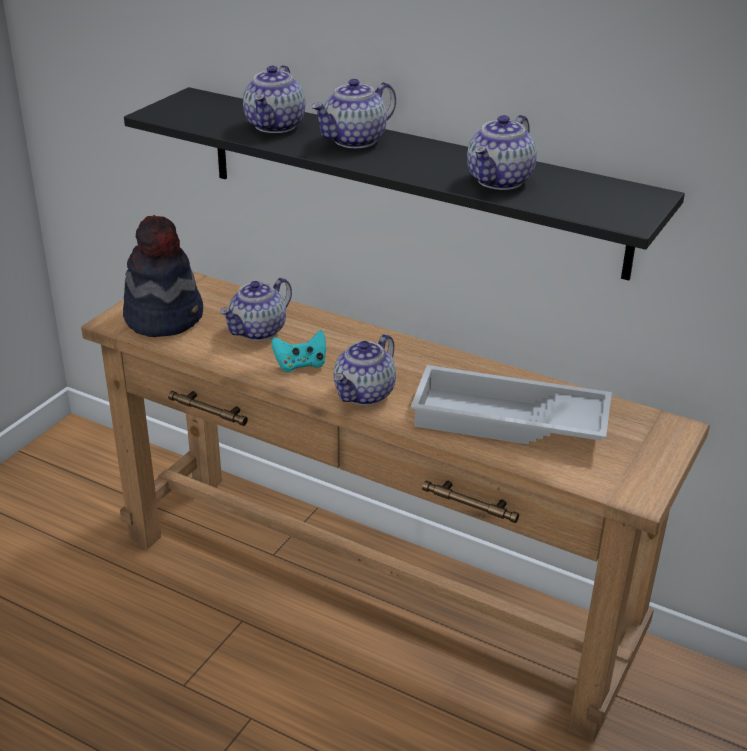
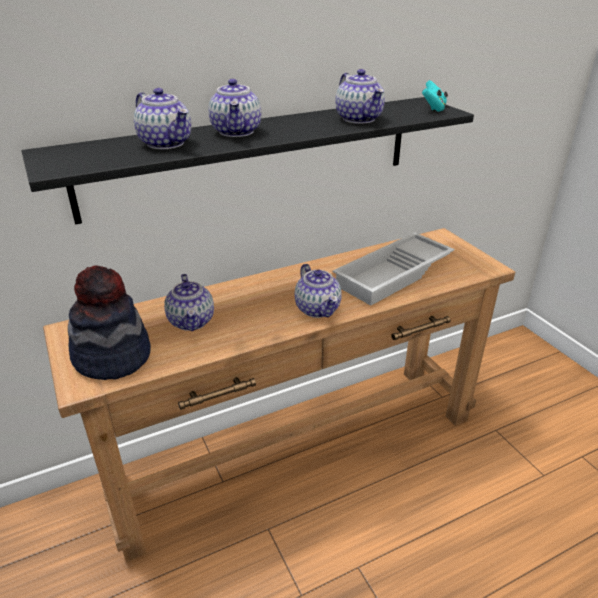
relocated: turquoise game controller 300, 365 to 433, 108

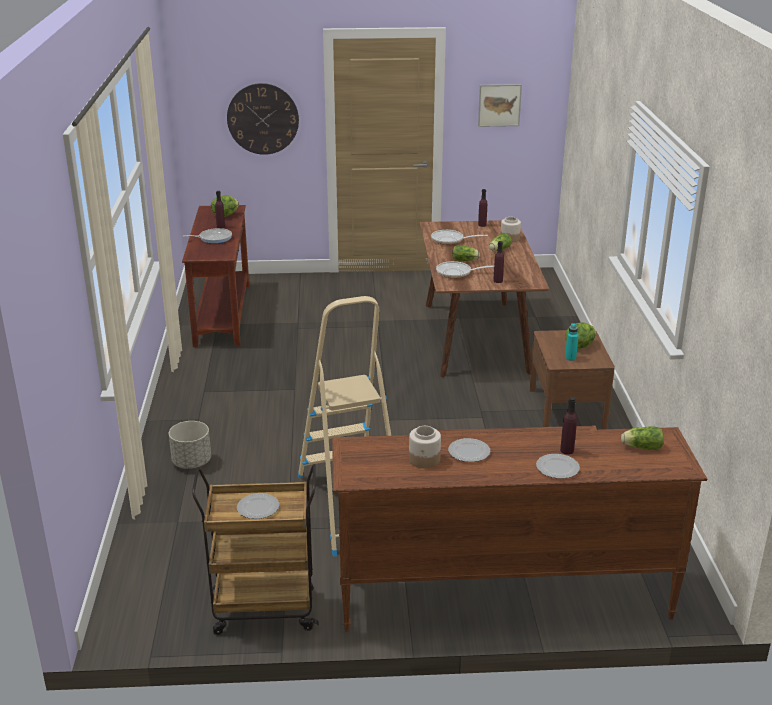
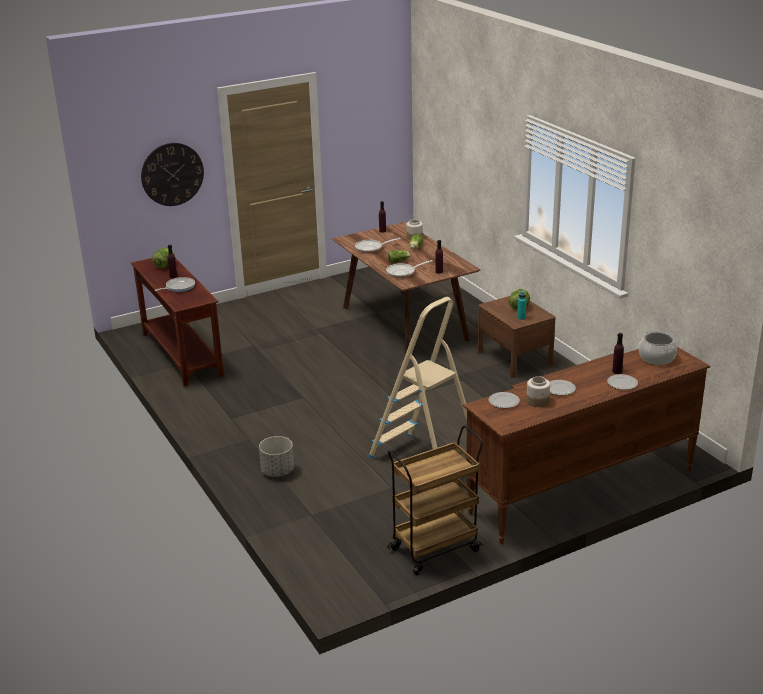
missing: wall picture 499, 105
relocated: plate 257, 508 to 503, 402
exchanged: lettuce head 640, 447 to saucepot 657, 357

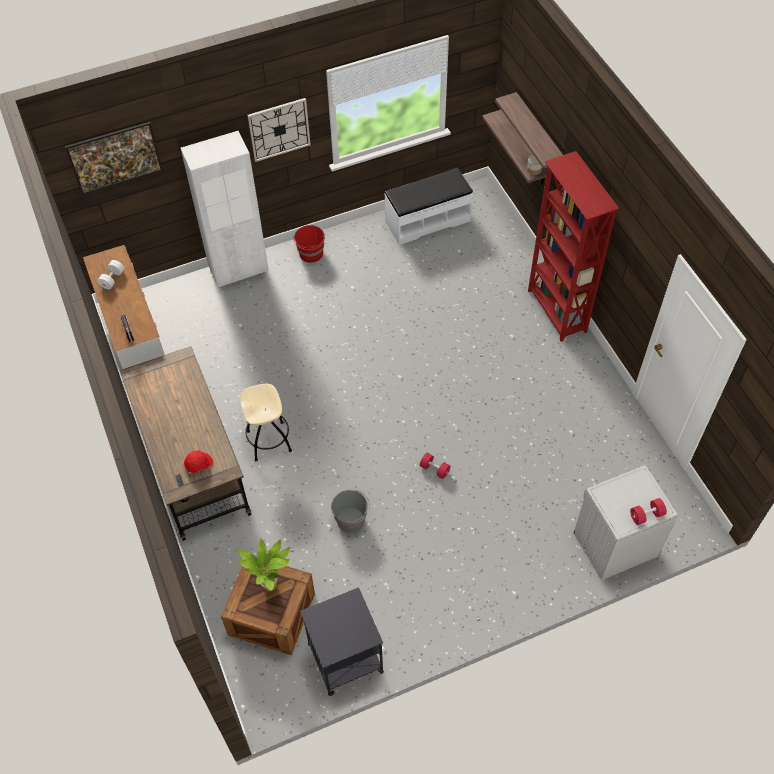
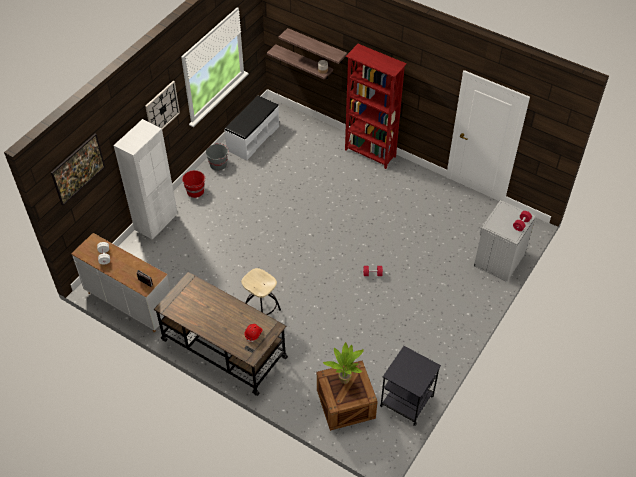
relocated: greyish pail 351, 520 to 218, 164

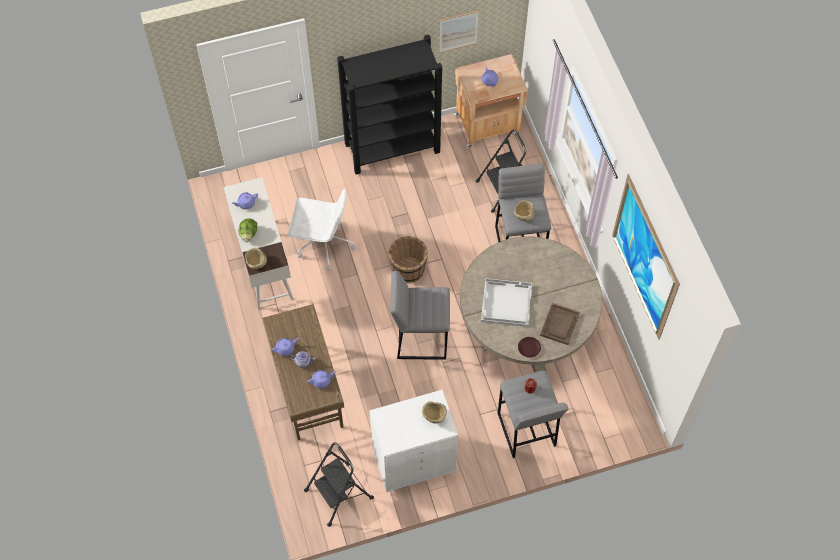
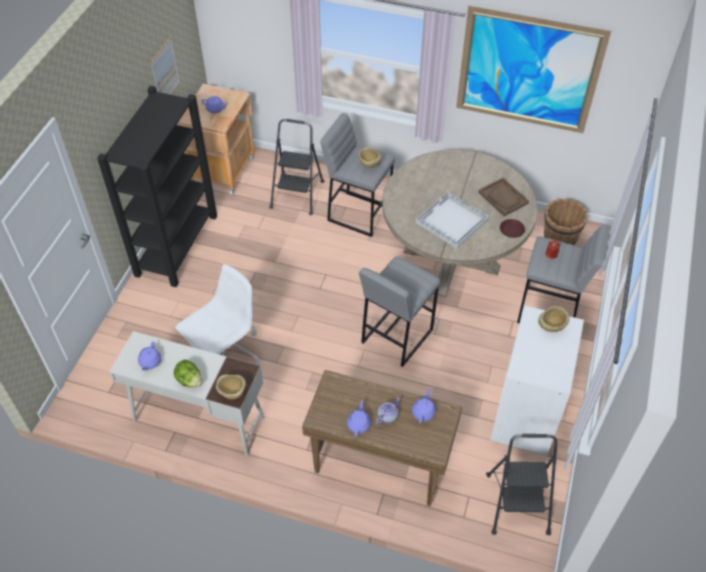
relocated: brown-coloured pail 408, 269 to 559, 238

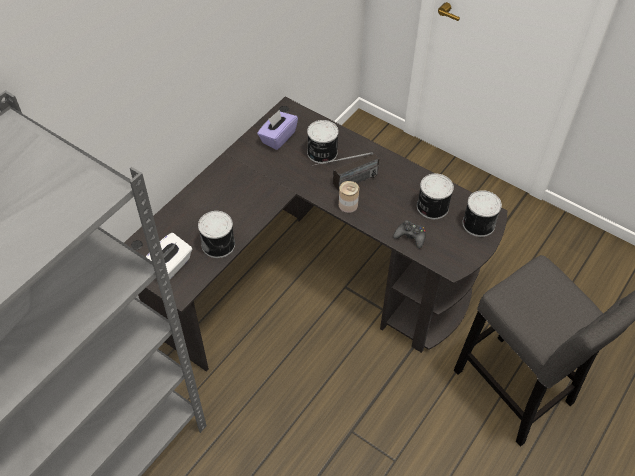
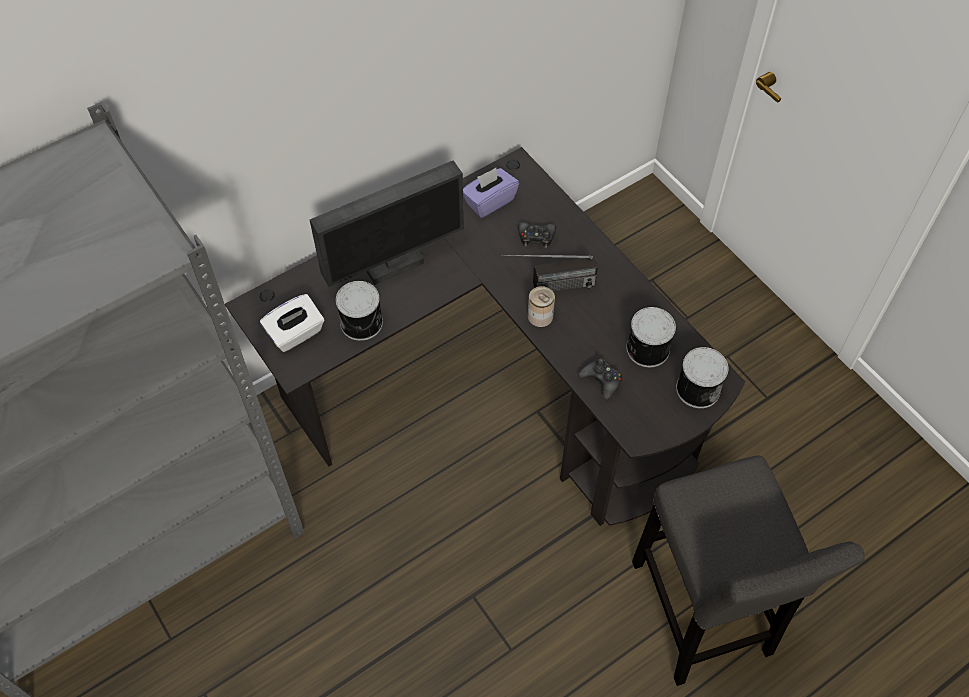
appeared: monitor 394, 266
exchanged: can 321, 153 to black game controller 536, 237

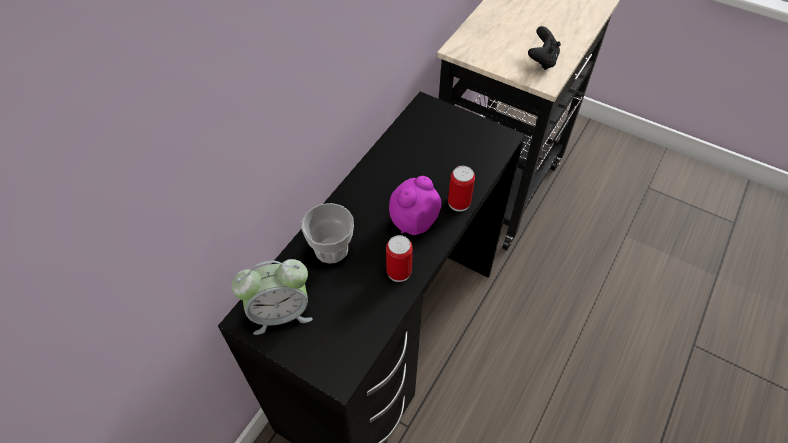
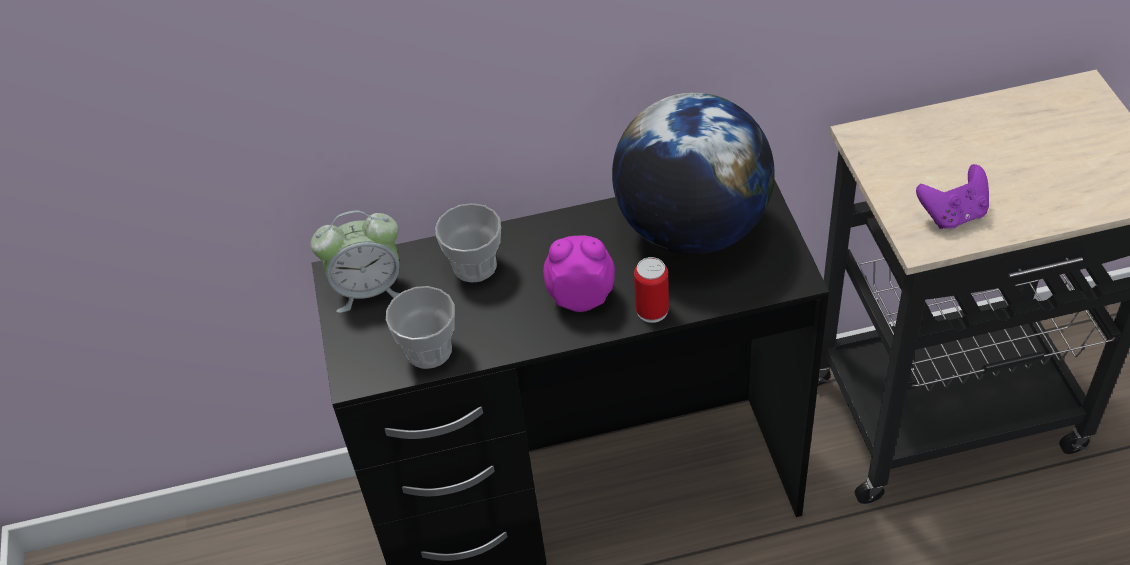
missing: can 399, 271
appeared: small cup 429, 350; desk globe 692, 229
colour: black game controller 542, 60 to purple game controller 953, 215
spun: alarm clock 280, 313 = 369, 289 45 degrees counterclockwise

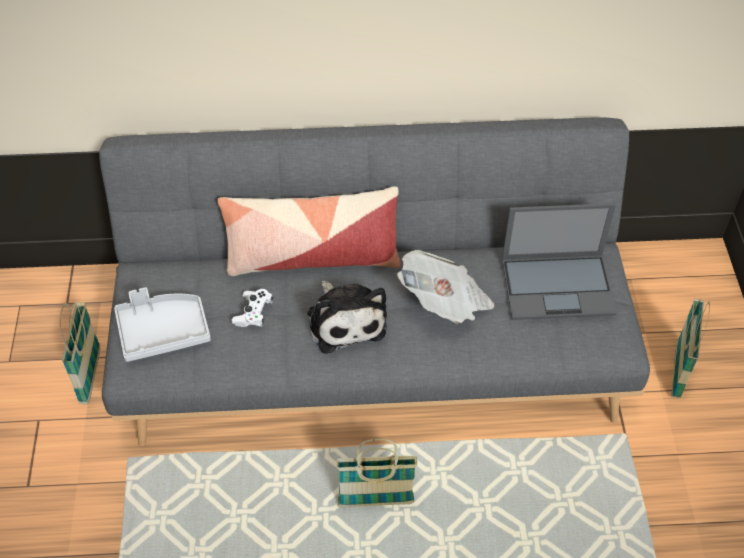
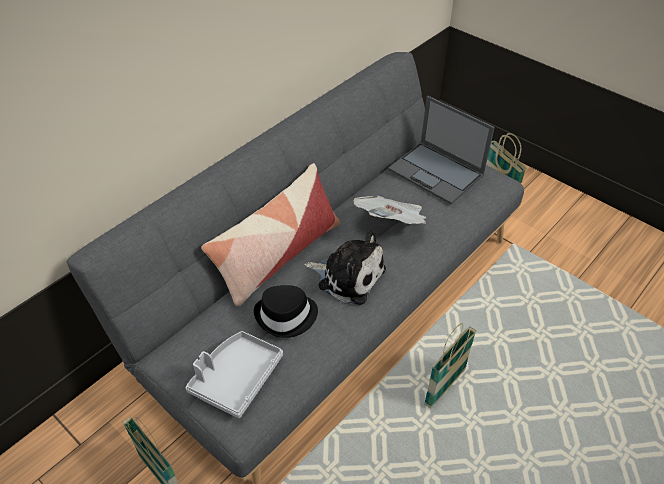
exchanged: white-coloured game controller 253, 313 to black wearable hat 286, 316
spun: laptop 558, 286 = 437, 172 90 degrees clockwise

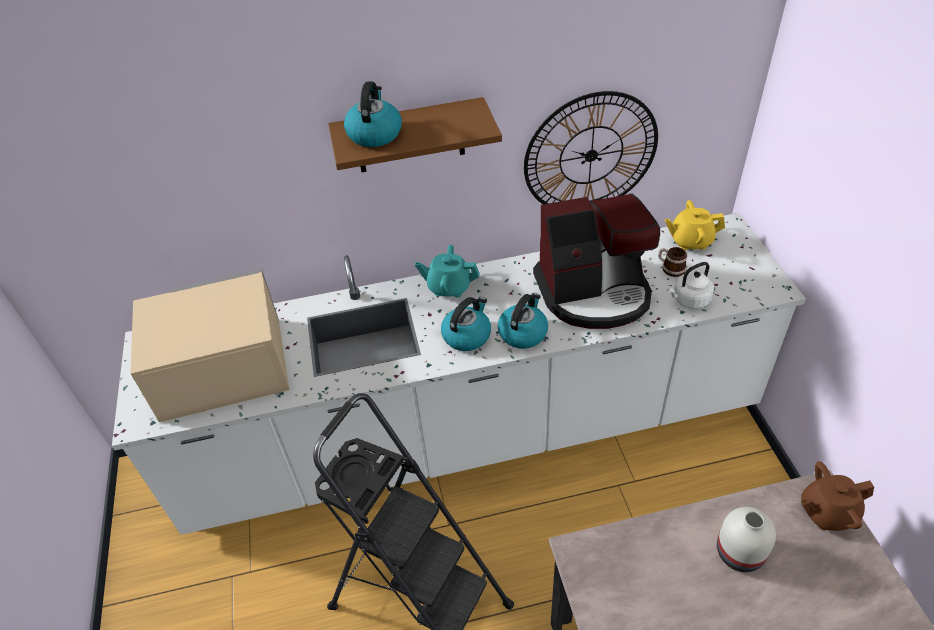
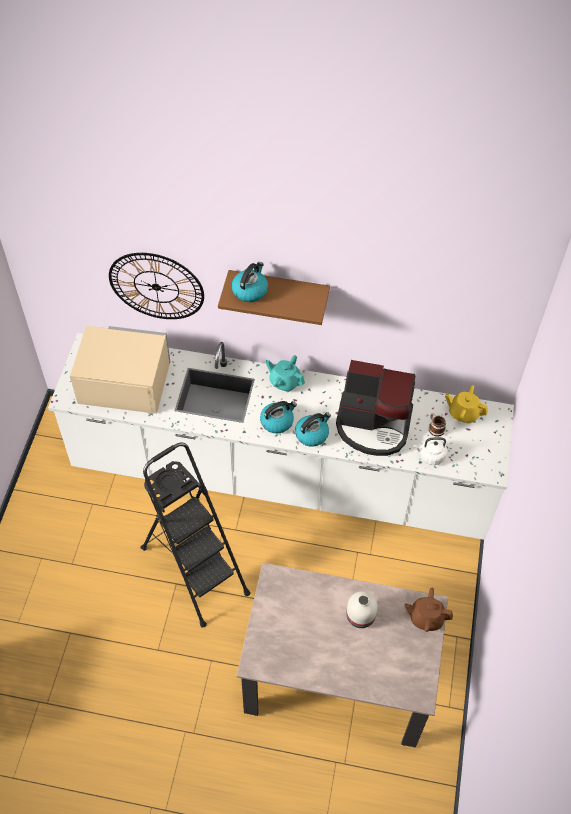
relocated: hanging clock 591, 155 to 156, 286

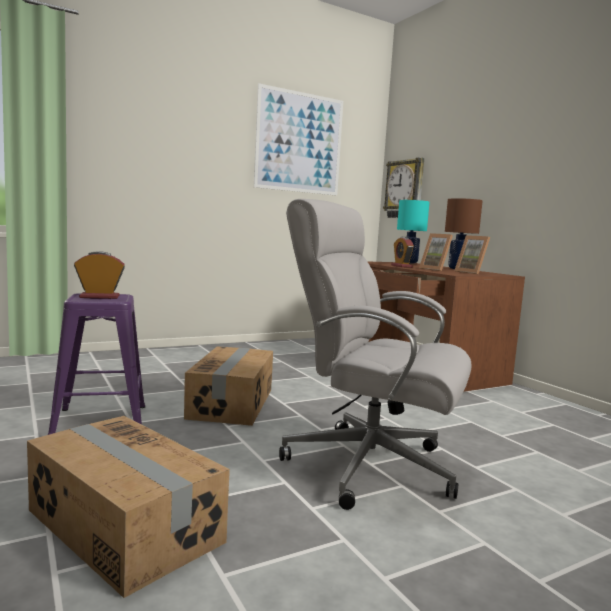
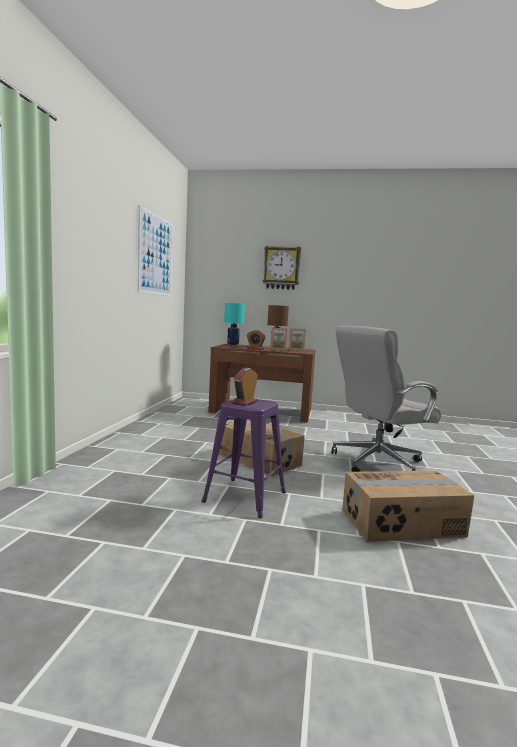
relocated: hanging clock 405, 189 to 281, 268

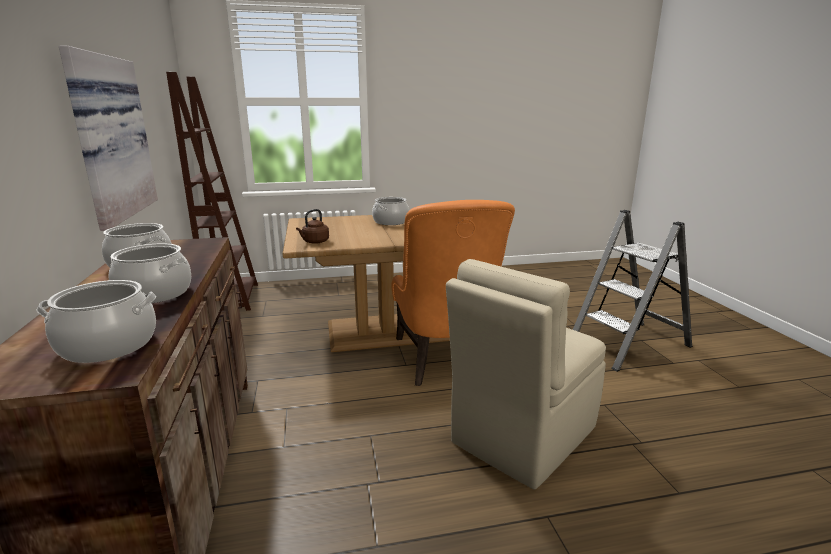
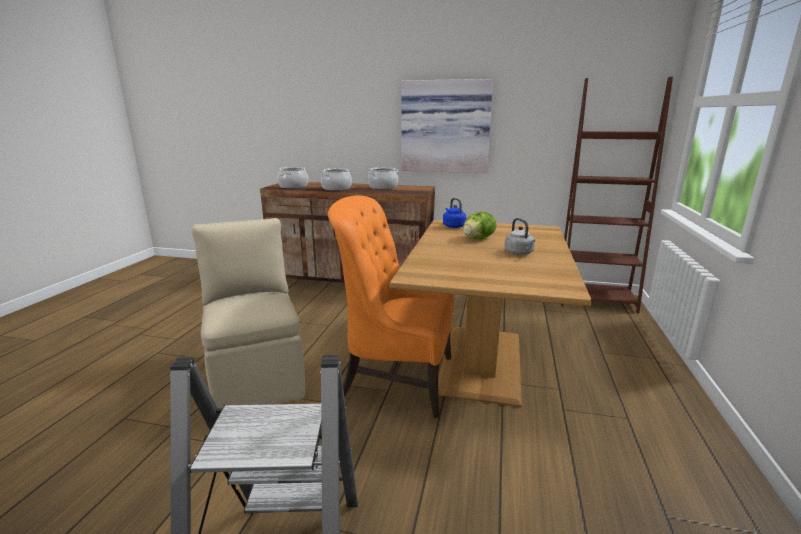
appeared: lettuce head 478, 239
exchanged: saucepot 390, 222 to greyish tea kettle 519, 253
colour: brown-coloured tea kettle 314, 242 to blue tea kettle 453, 226

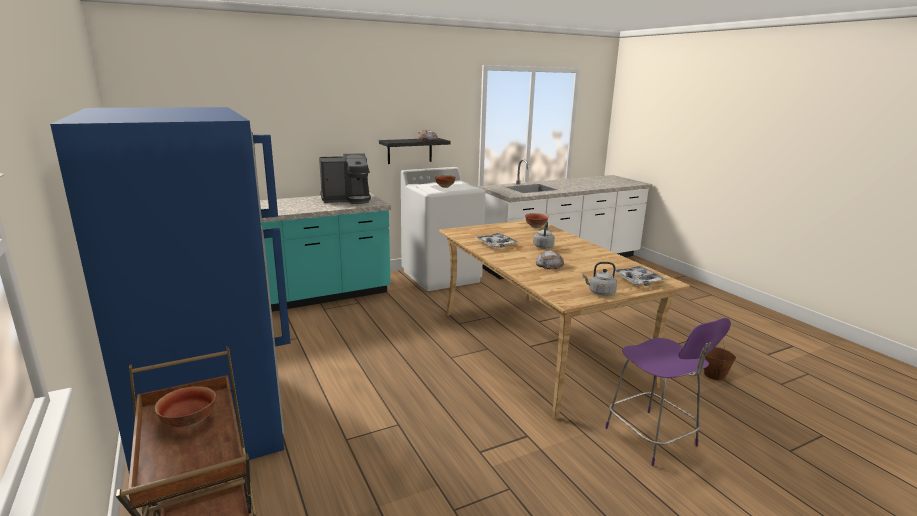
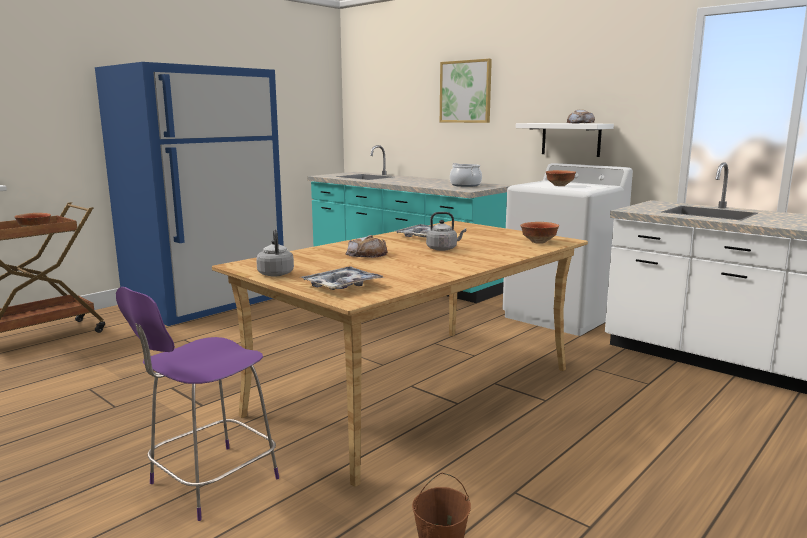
appeared: wall picture 465, 91
exchanged: coffee machine 347, 199 to saucepot 465, 185
colour: black wall shelf 409, 151 to white-coloured wall shelf 571, 139

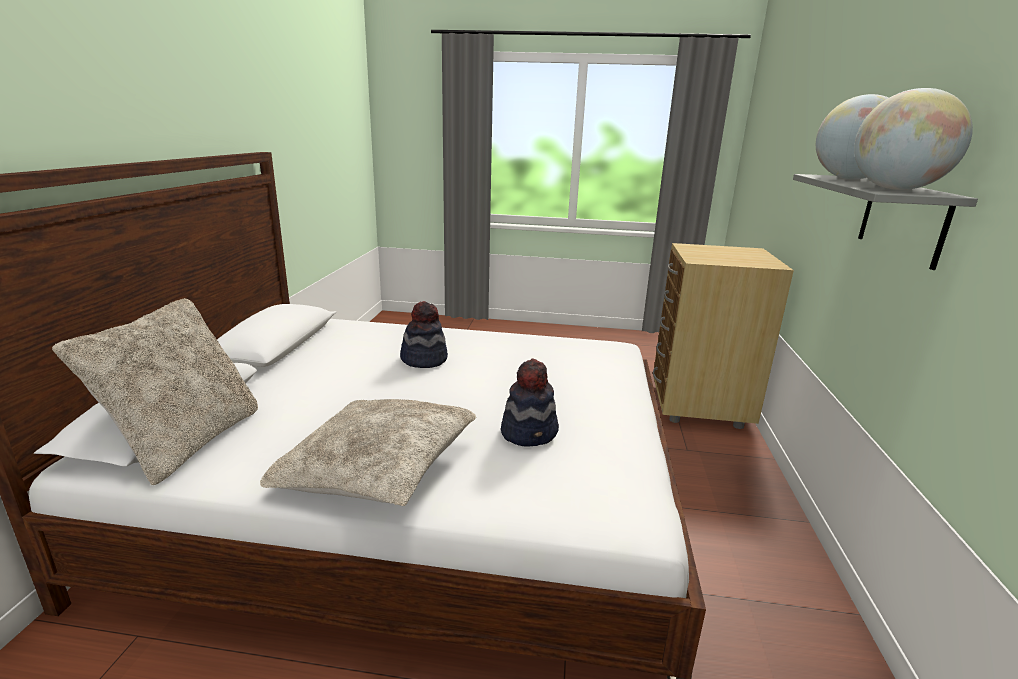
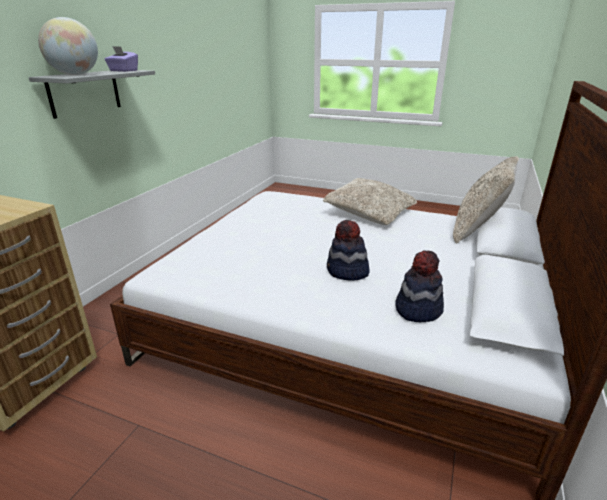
relocated: wearable hat 530, 432 to 418, 309
exchanged: desk globe 896, 189 to purple tissue holder 123, 71

